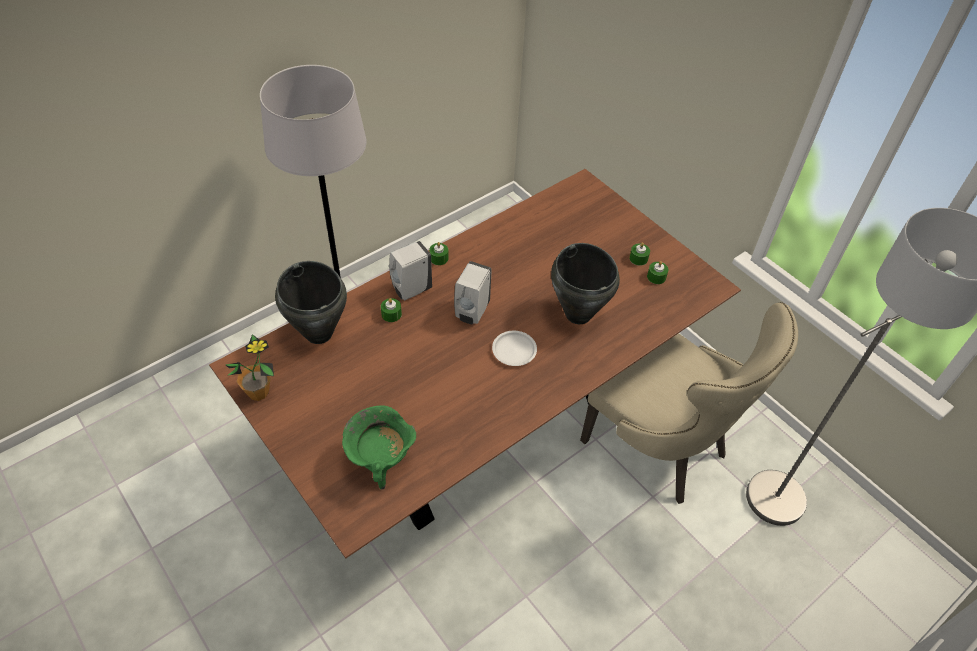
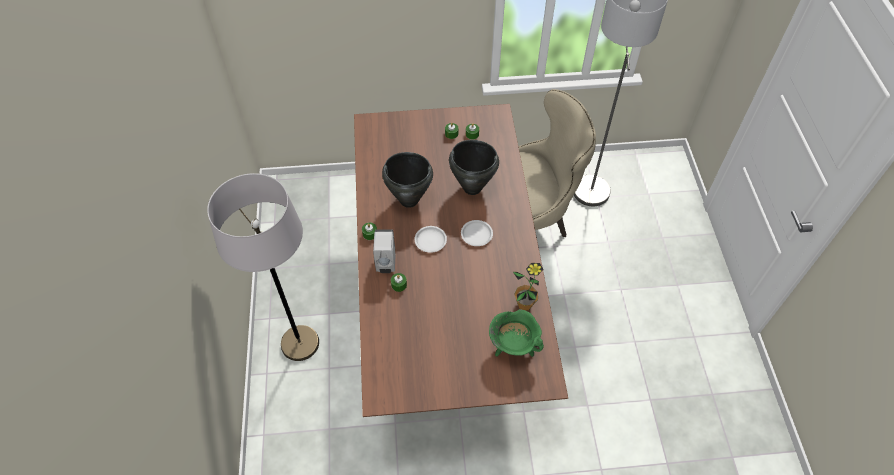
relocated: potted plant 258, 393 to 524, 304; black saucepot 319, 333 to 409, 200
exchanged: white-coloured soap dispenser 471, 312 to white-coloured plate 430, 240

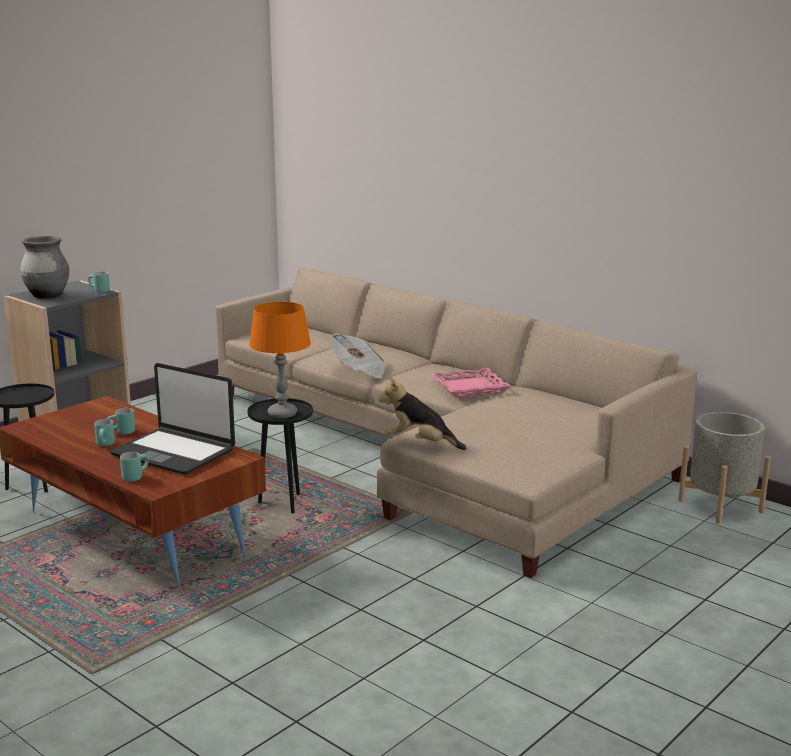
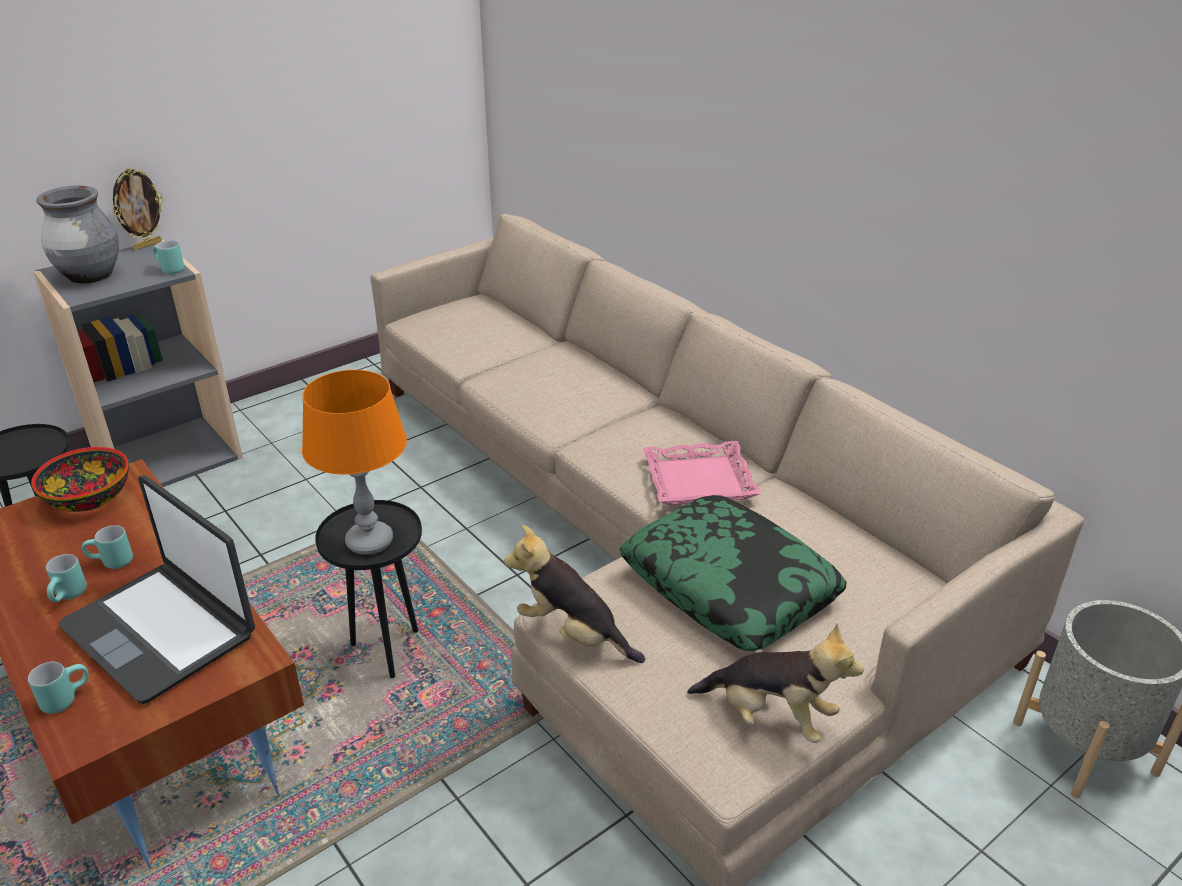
missing: printed paper 359, 371
appeared: serving bowl 89, 497; standing frame 147, 245; cushion 730, 586; cuddly toy 770, 717

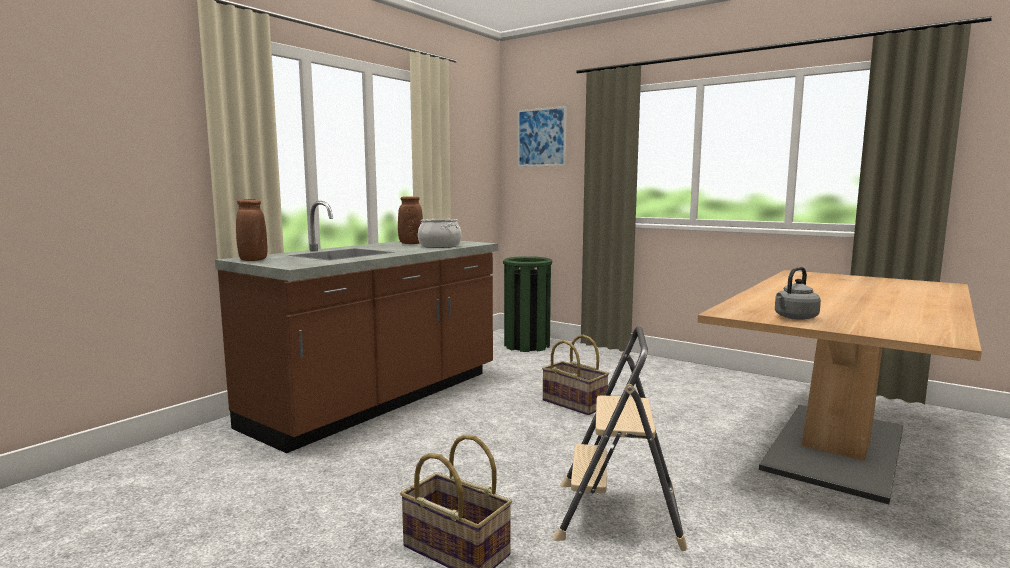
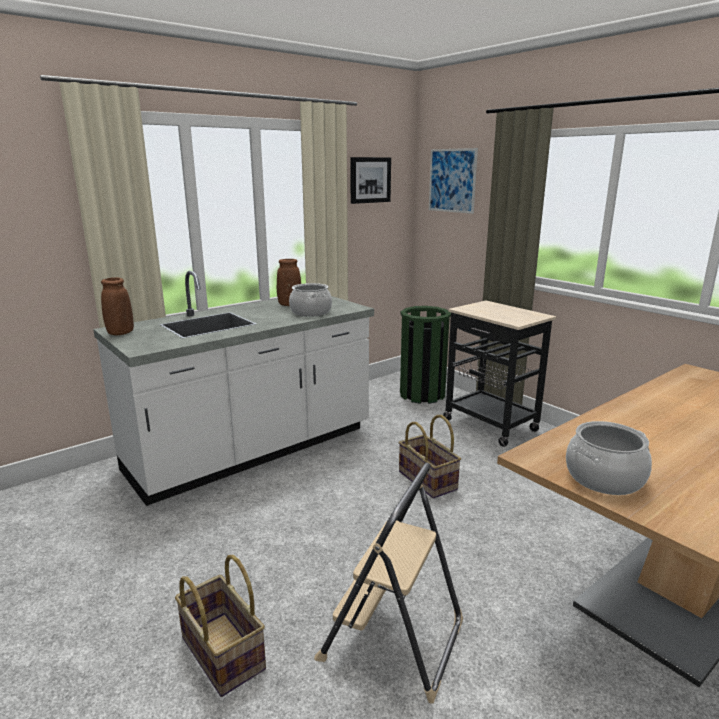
appeared: wall picture 370, 180; trolley 492, 426
exchanged: greyish tea kettle 794, 318 to saucepot 604, 478
colour: brown-coloured kitchen base unit 379, 399 to white-coloured kitchen base unit 252, 450

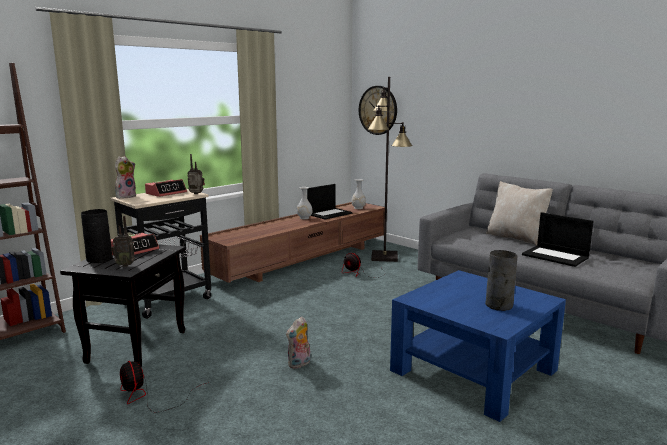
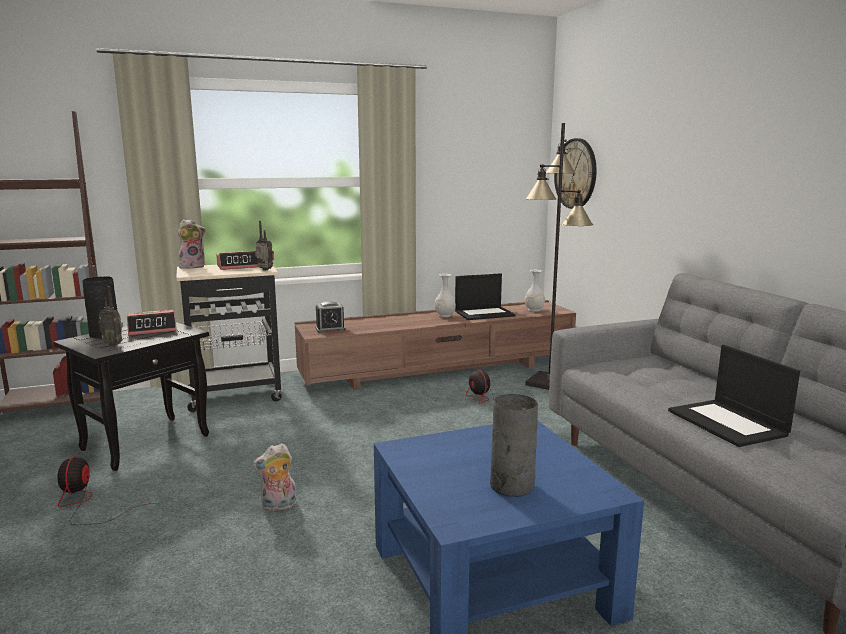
missing: sand-coloured cushion 516, 238
appeared: alarm clock 330, 329

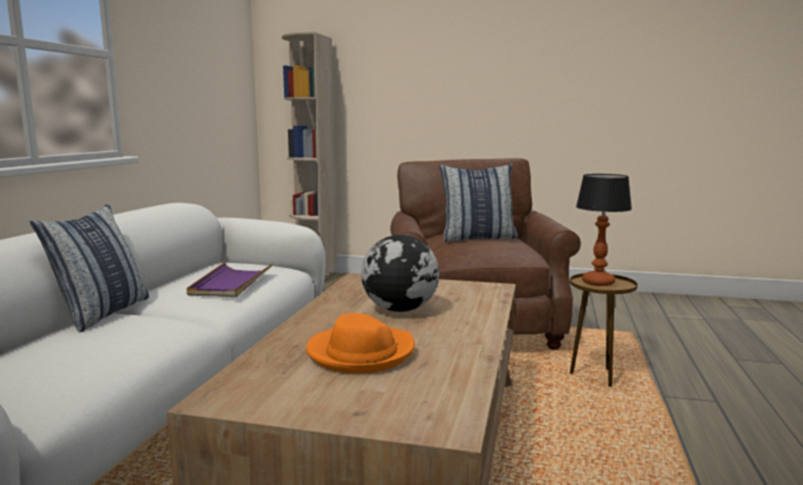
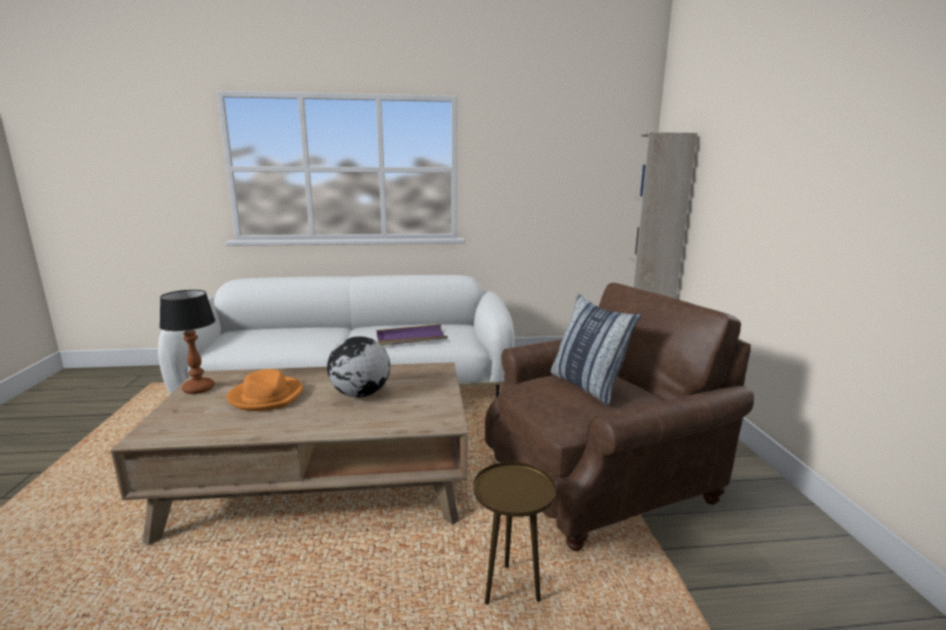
missing: cushion 102, 313
relocated: tabletop lamp 597, 282 to 199, 388

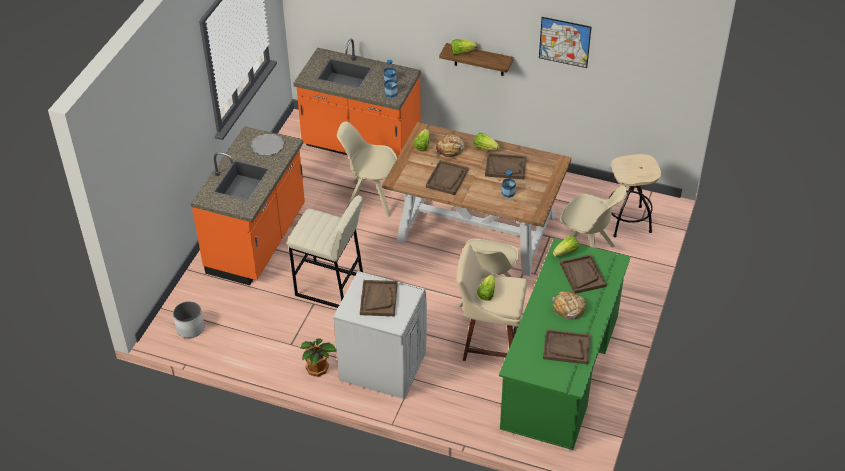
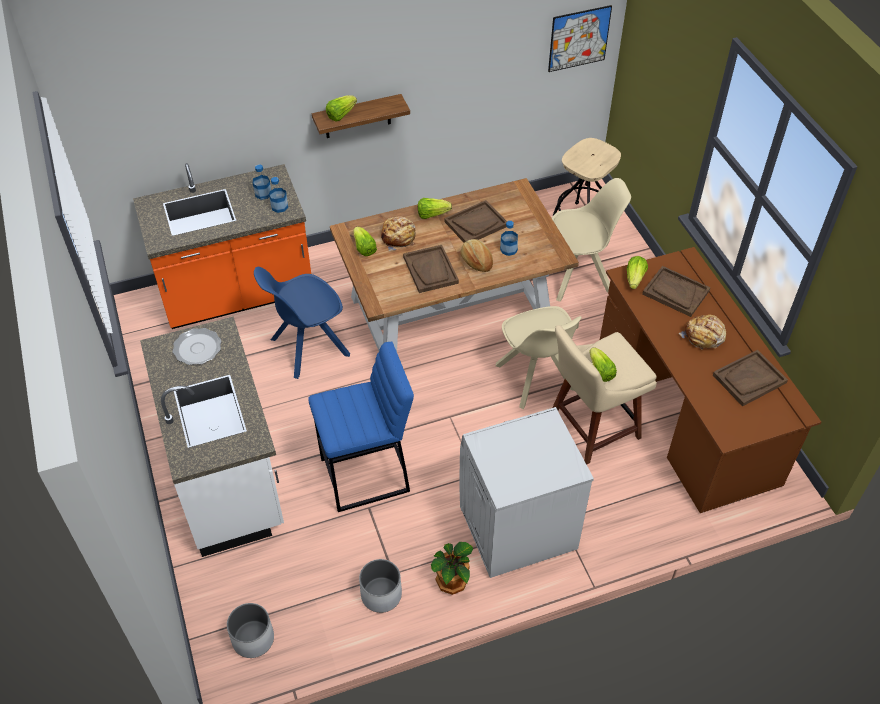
missing: brown-coloured carrying tray 378, 299
appeared: white-coloured flower pot 381, 595; baked bread 476, 261
relocated: wall picture 564, 42 to 579, 38
colour: orange-coloured kitchen base unit 258, 241 to white-coloured kitchen base unit 228, 476; sand-coloured stool 331, 286 to blue stool 367, 474; sand-coloured plain chair 371, 199 to blue plain chair 308, 347; greenish desk unit 561, 372 to brown-coloured desk unit 686, 412

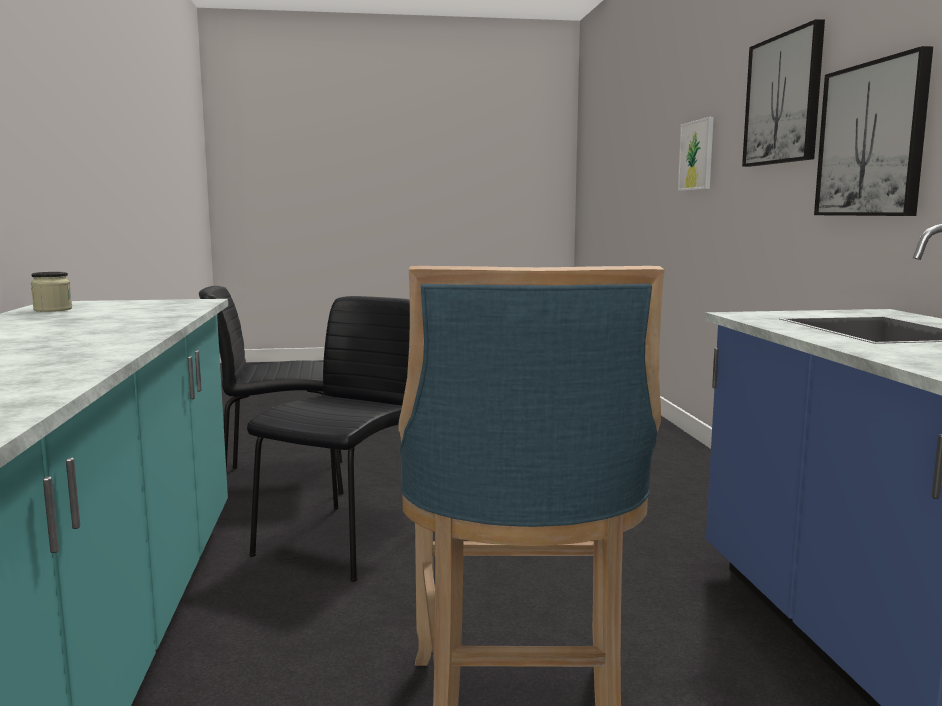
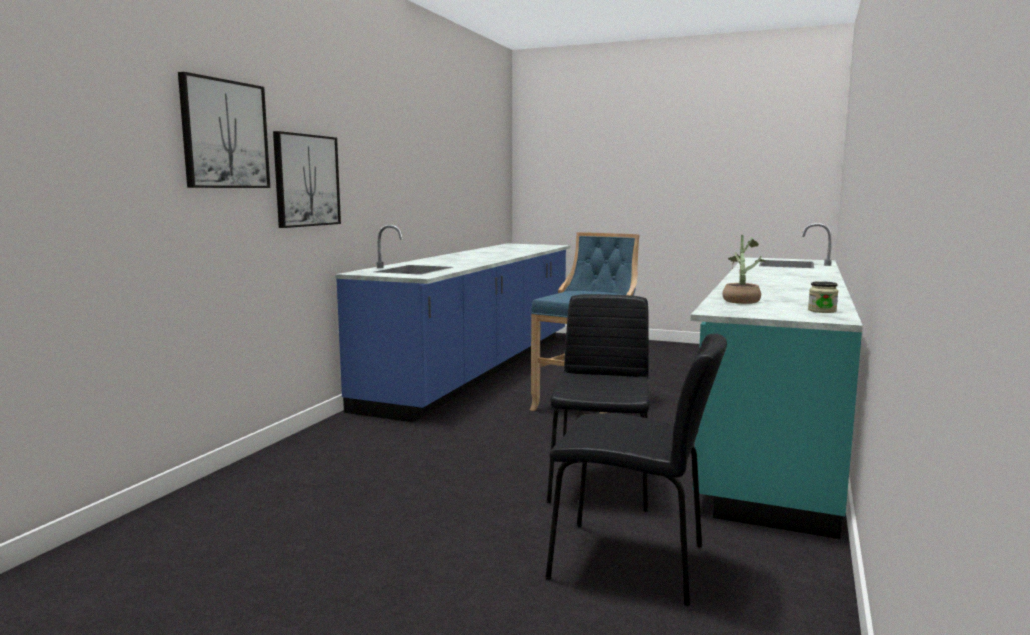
missing: wall picture 696, 155
appeared: potted plant 741, 300
spun: black plain chair 347, 538 = 600, 482 135 degrees clockwise

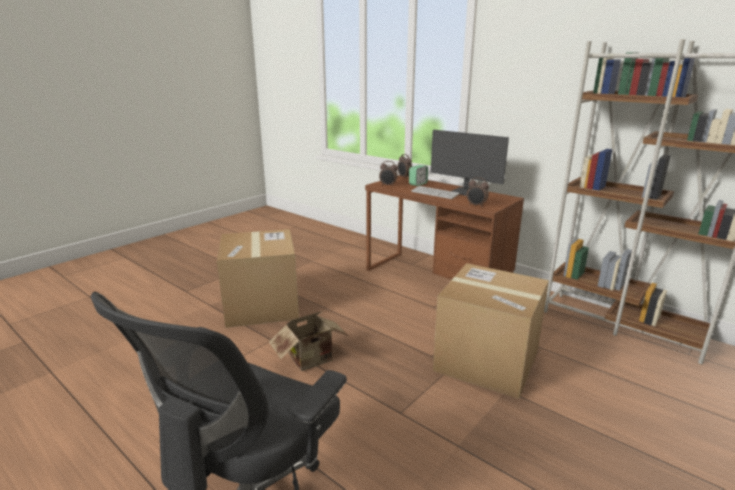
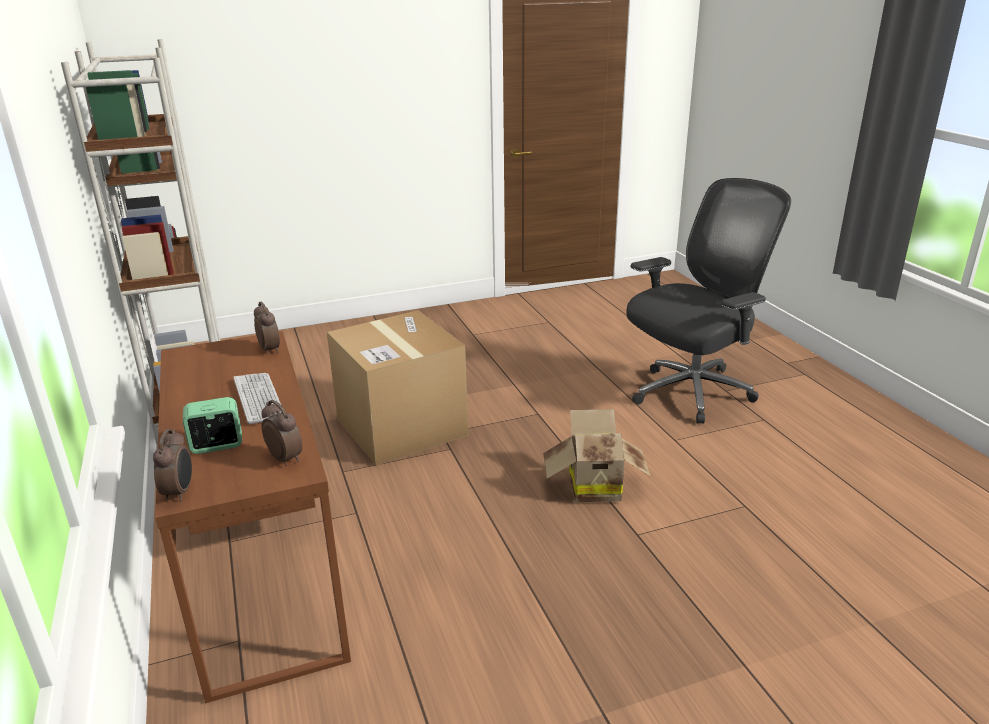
missing: packing box 262, 306; monitor 466, 192

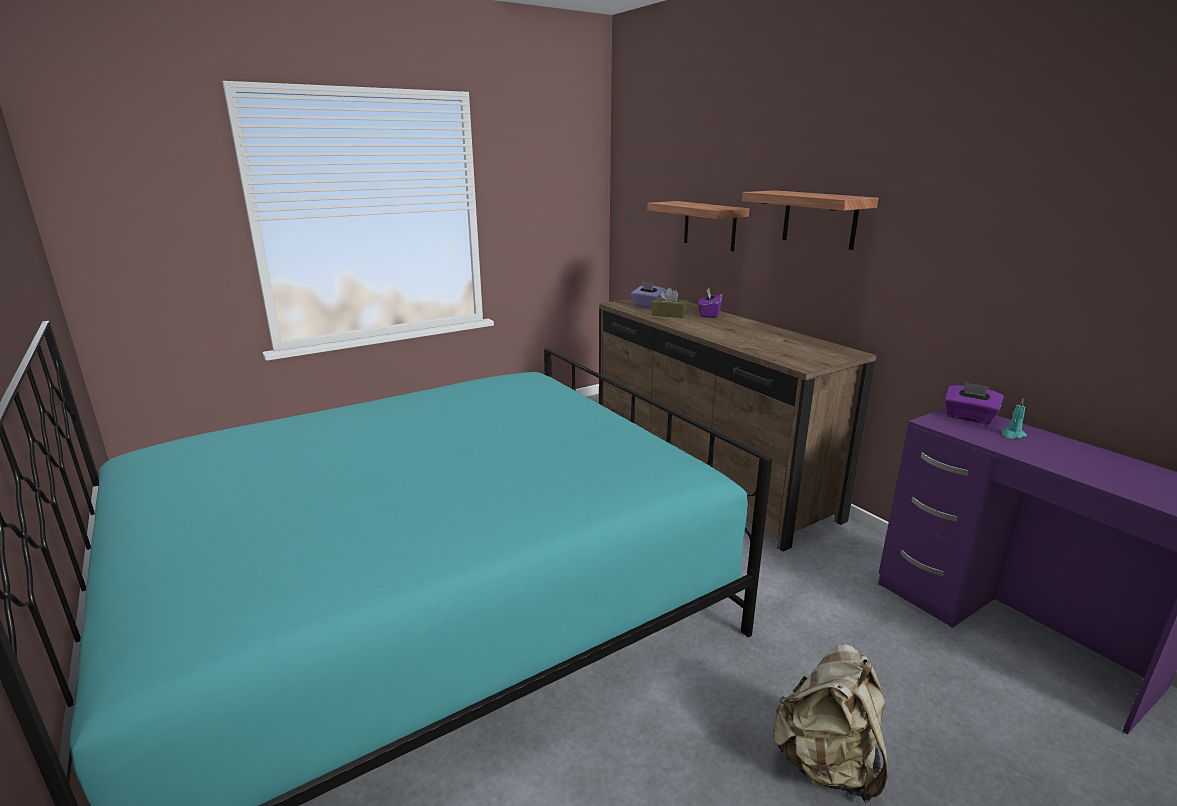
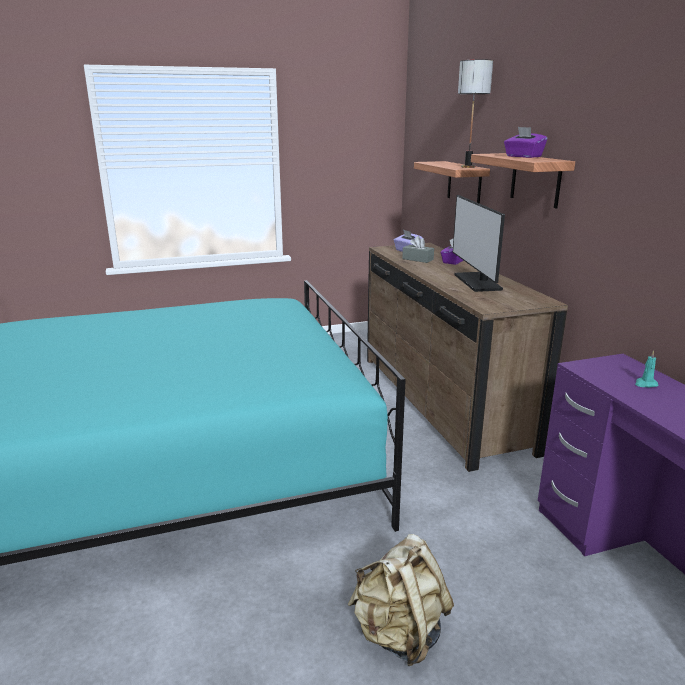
appeared: monitor 477, 282; tabletop lamp 468, 167
relocated: purple tissue holder 969, 417 to 523, 156
colour: brown-coloured tissue holder 669, 314 to greyish tissue holder 417, 259

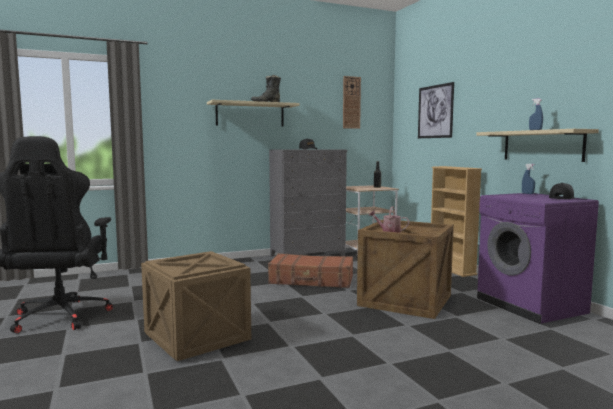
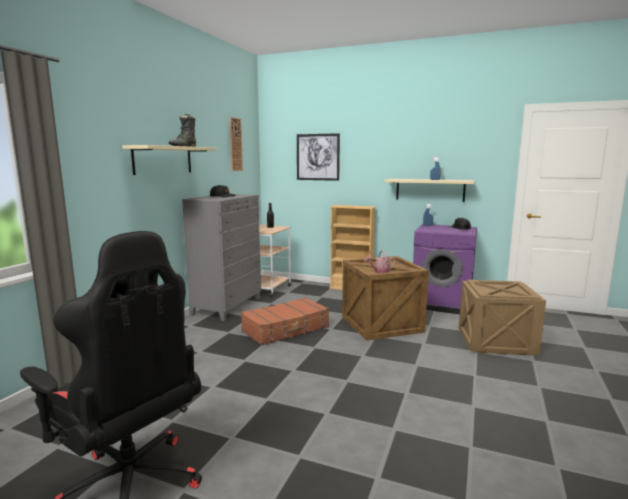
relocated: shipping crate 196, 337 to 494, 342

